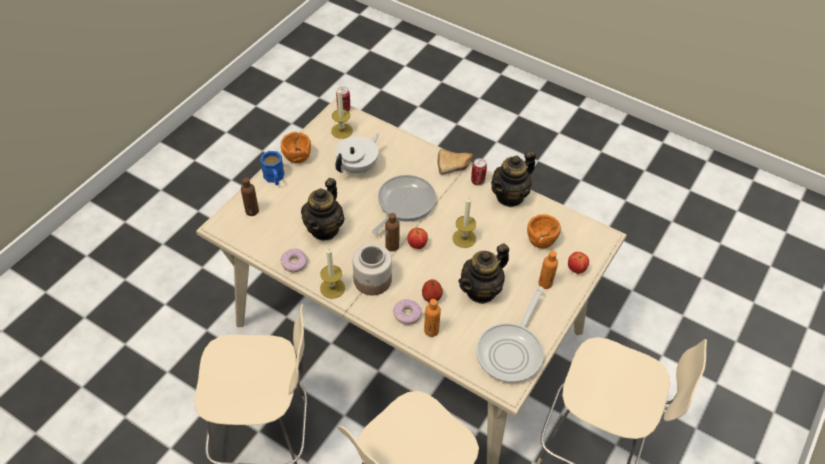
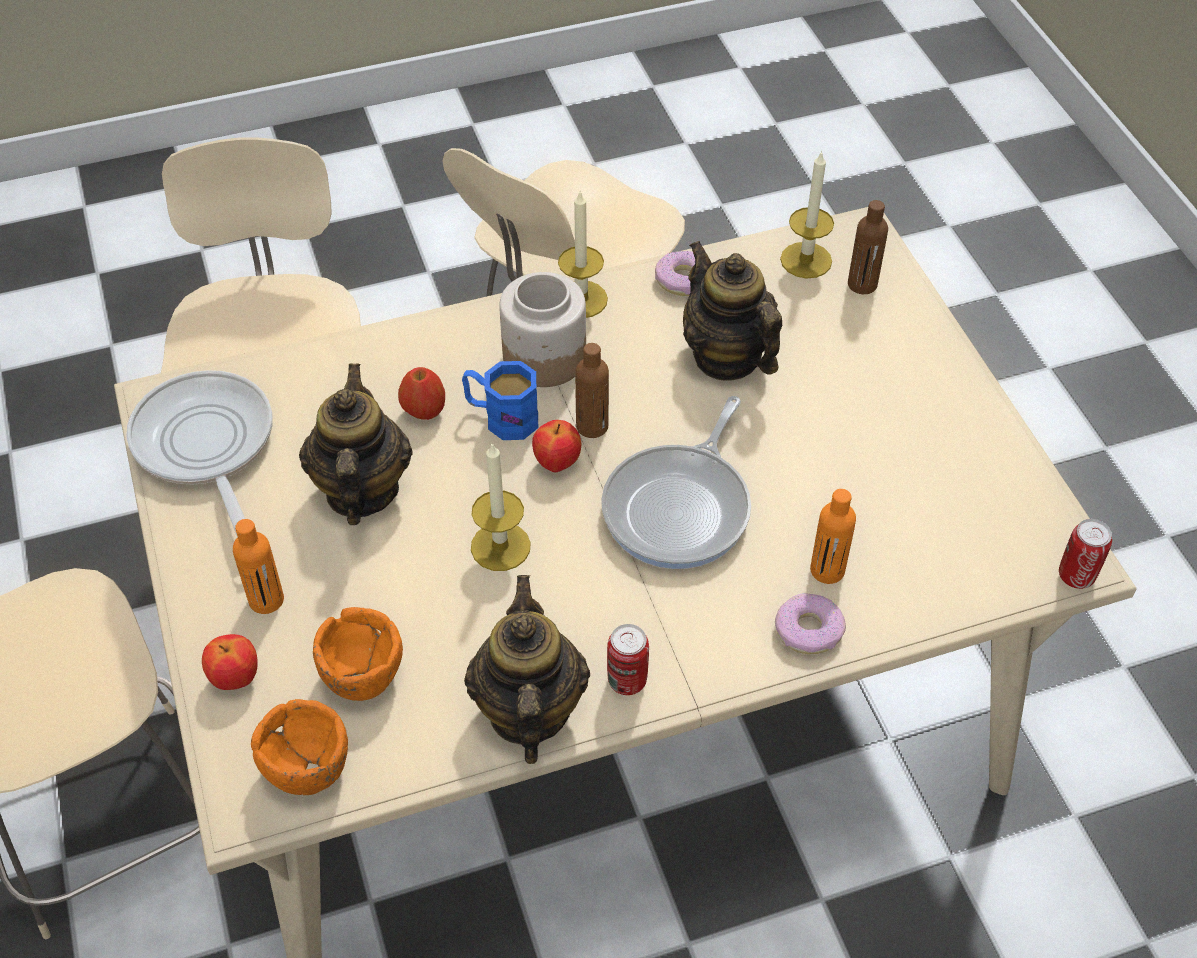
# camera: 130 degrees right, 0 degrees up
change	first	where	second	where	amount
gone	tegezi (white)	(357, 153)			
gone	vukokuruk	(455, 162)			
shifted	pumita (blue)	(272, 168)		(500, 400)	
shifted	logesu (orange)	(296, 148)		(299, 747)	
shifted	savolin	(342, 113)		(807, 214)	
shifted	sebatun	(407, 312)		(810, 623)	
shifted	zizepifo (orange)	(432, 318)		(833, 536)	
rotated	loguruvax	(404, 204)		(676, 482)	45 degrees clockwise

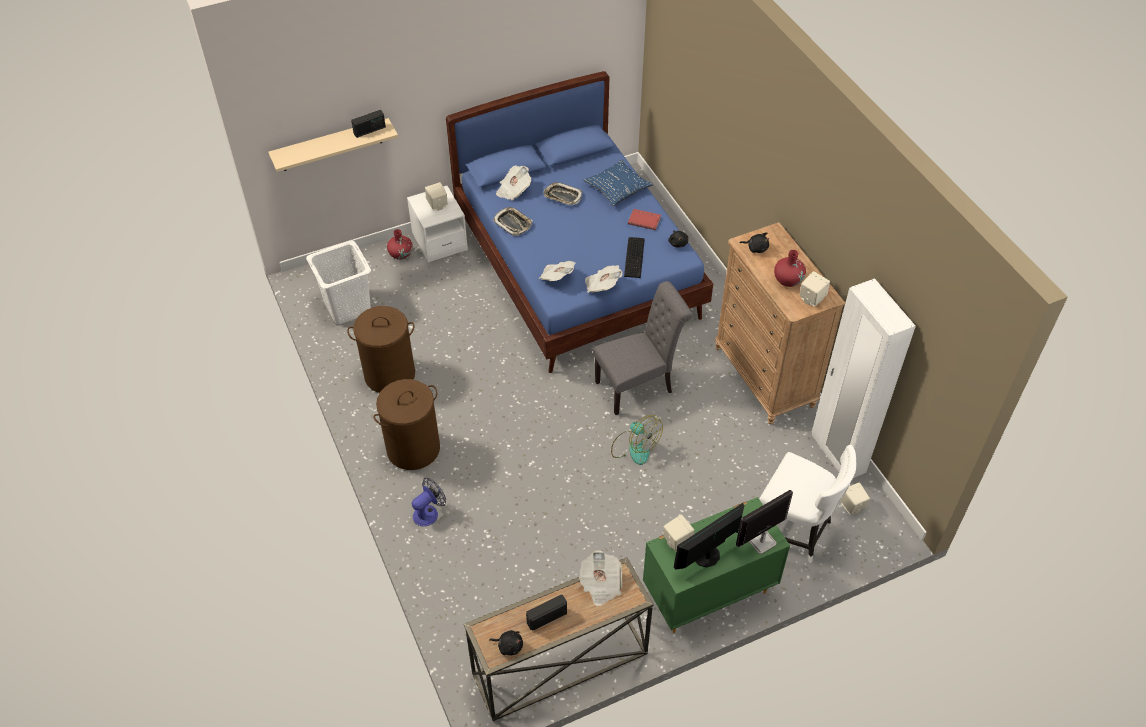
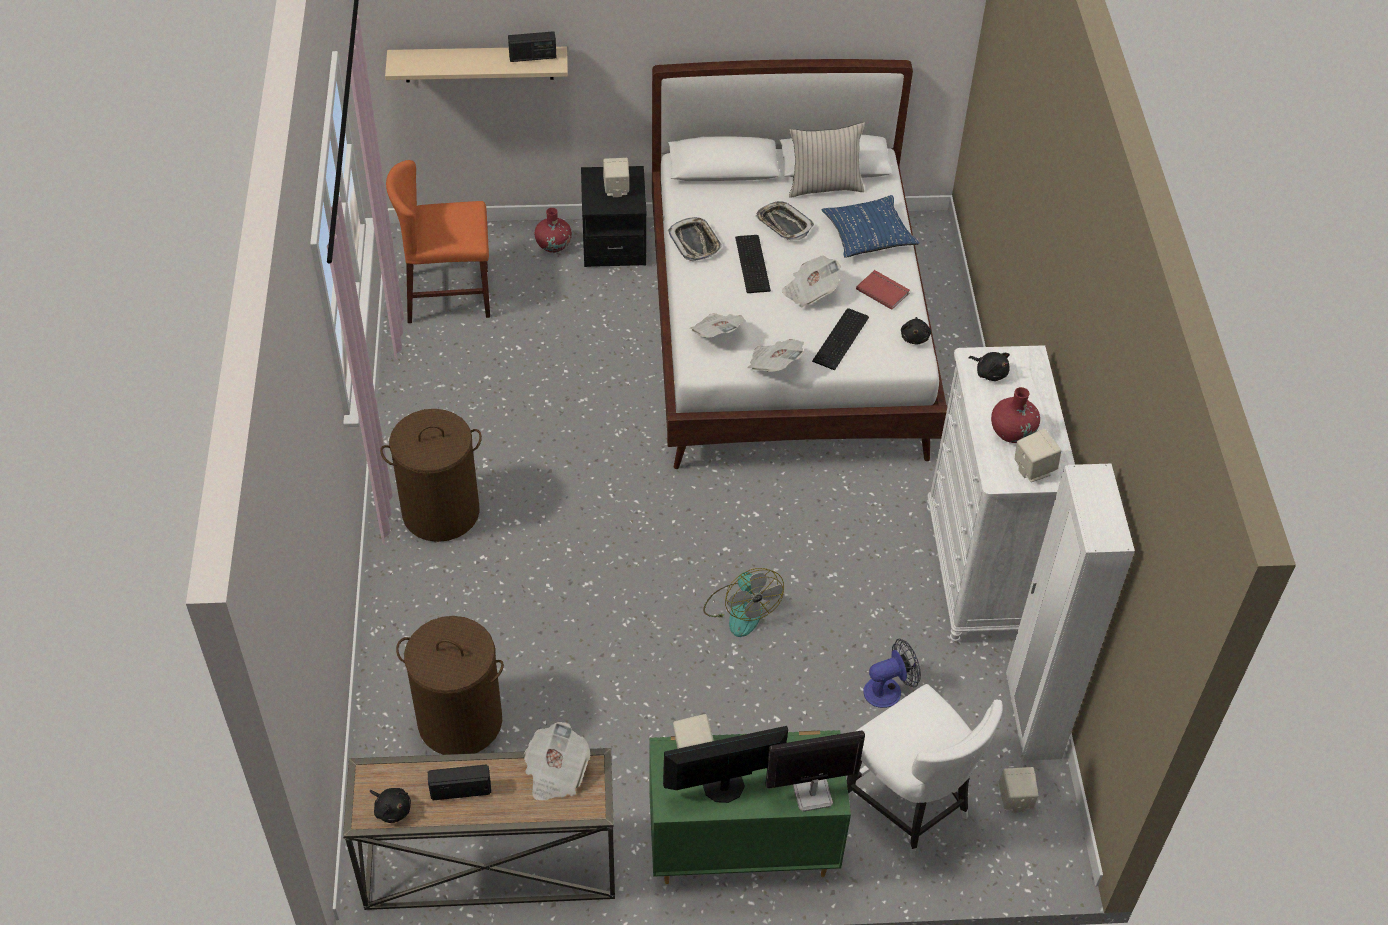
# camera: 20 degrees right, 0 degrees up
change	first	where	second	where	amount
gone	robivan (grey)	(642, 348)			
new			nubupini	(753, 264)	
new			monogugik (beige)	(827, 160)	
shifted	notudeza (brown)	(381, 349)		(450, 685)	
shifted	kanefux	(429, 502)		(892, 673)	
shifted	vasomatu	(513, 183)		(811, 281)	
swapped	notudeza (white)	(338, 282)	robivan (orange)	(438, 241)	
repainted	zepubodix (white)	(437, 224)	zepubodix (black)	(614, 216)	
repainted	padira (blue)	(579, 222)	padira (white)	(799, 264)	
repainted	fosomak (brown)	(780, 323)	fosomak (white)	(1001, 493)	

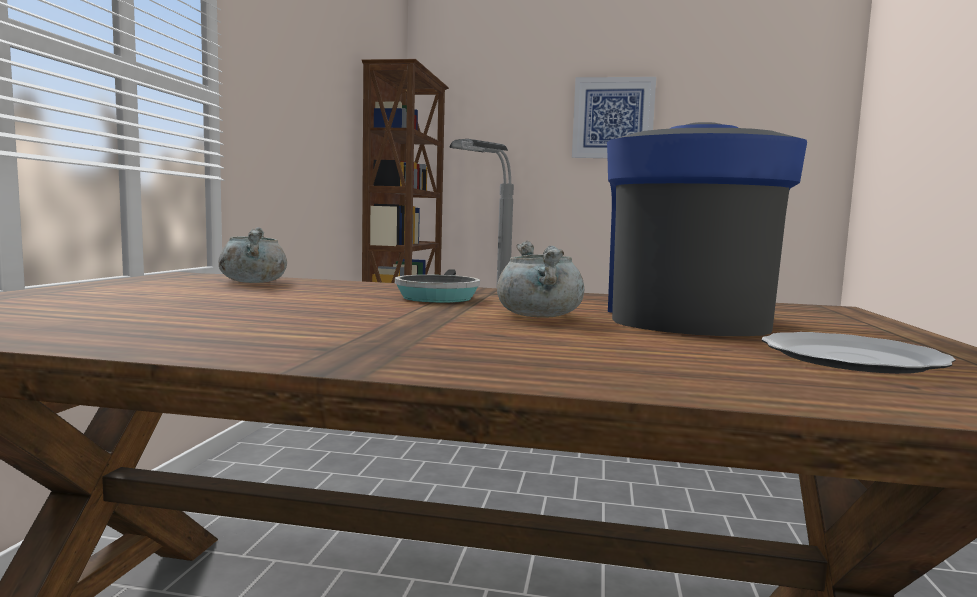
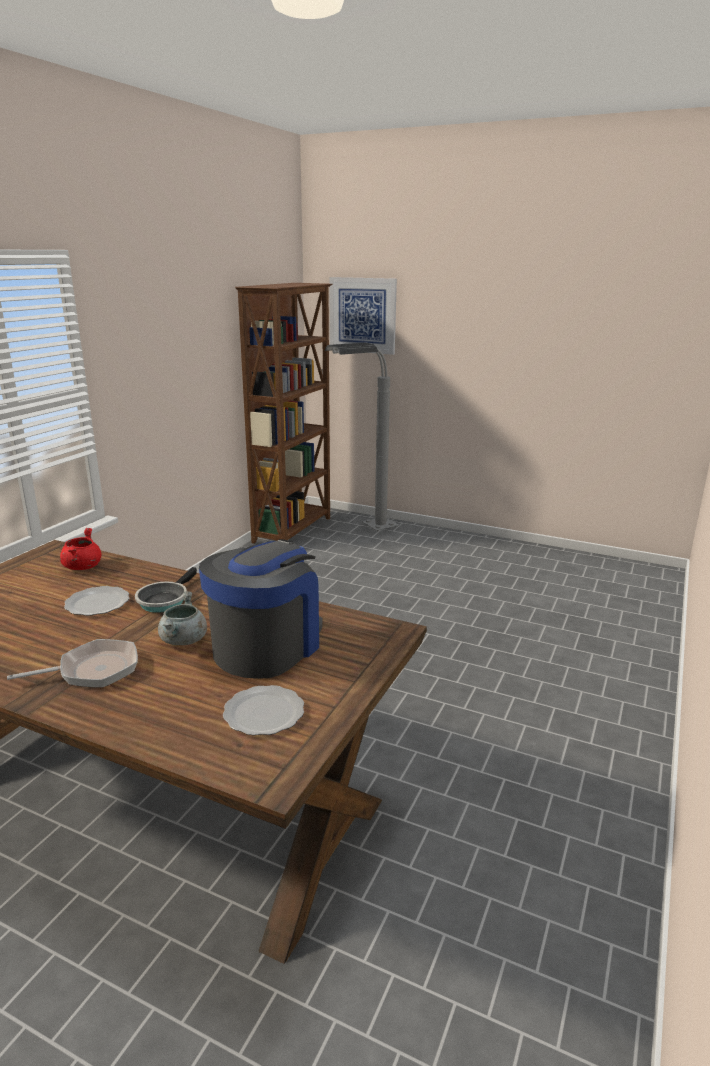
# camera: 15 degrees right, 15 degrees up
change	first	where	second	where	amount
new			loguruvax	(72, 663)	
new			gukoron	(97, 601)	
shifted	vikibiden	(614, 117)		(363, 316)	
repainted	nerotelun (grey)	(253, 255)	nerotelun (red)	(80, 549)	

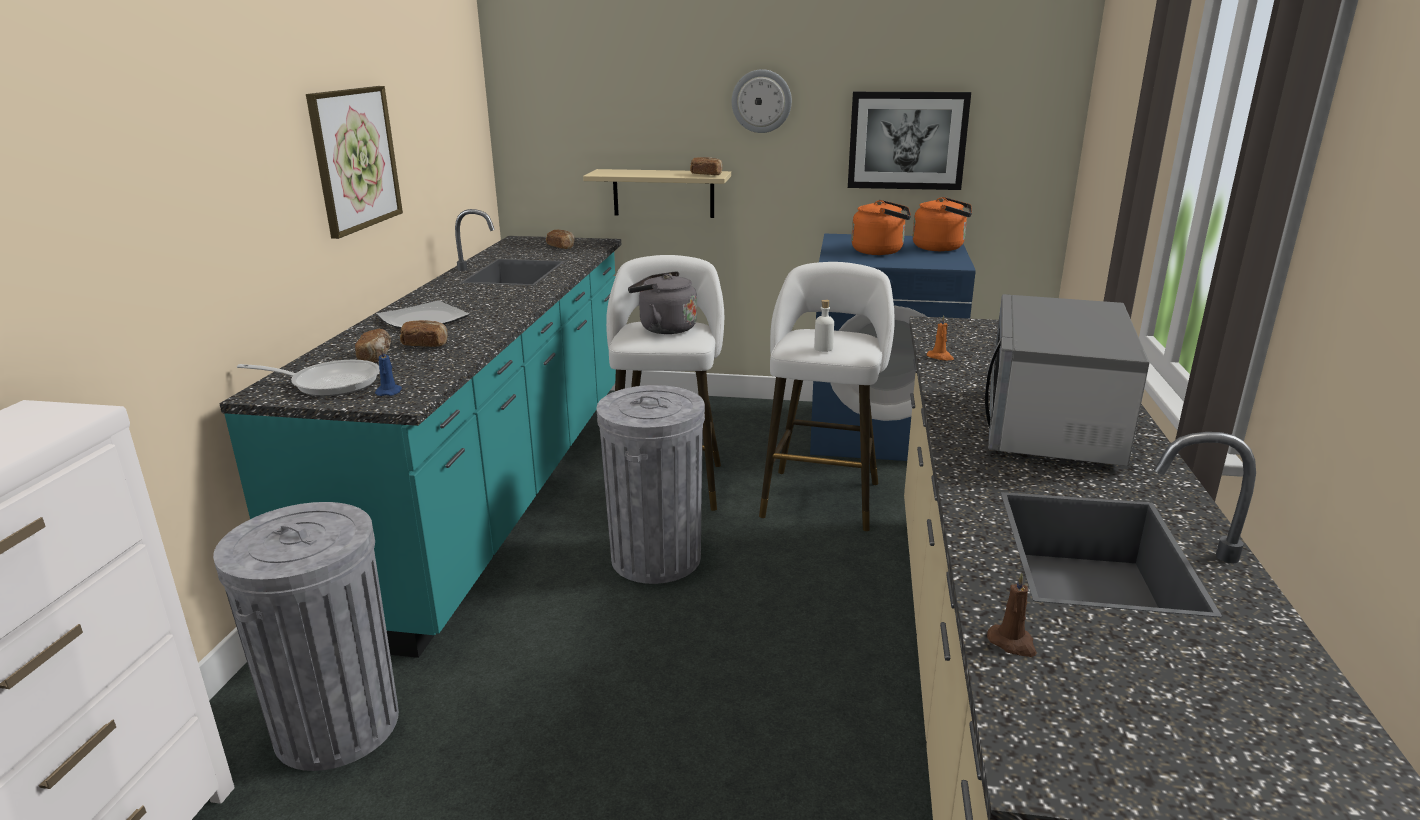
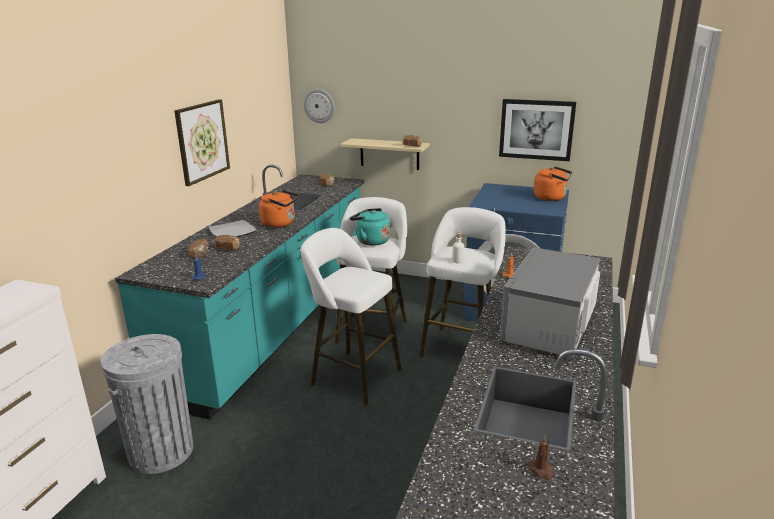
# camera: 10 degrees right, 0 degrees up
change	first	where	second	where	amount
gone	loguruvax	(308, 378)			
shifted	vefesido	(762, 101)		(319, 106)	
shifted	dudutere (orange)	(881, 227)		(279, 209)	
shifted	savolin (brown)	(1012, 615)		(540, 457)	
swapped	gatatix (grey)	(650, 484)	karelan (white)	(351, 316)	
repainted	dudutere (grey)	(662, 302)	dudutere (turquoise)	(370, 227)	

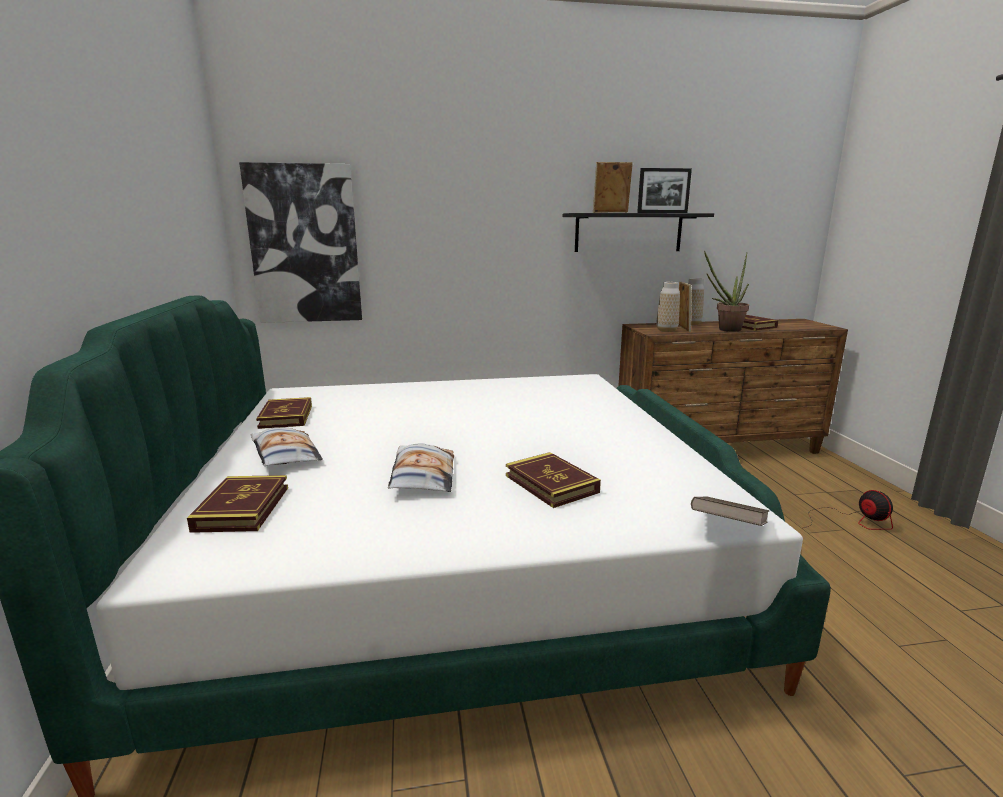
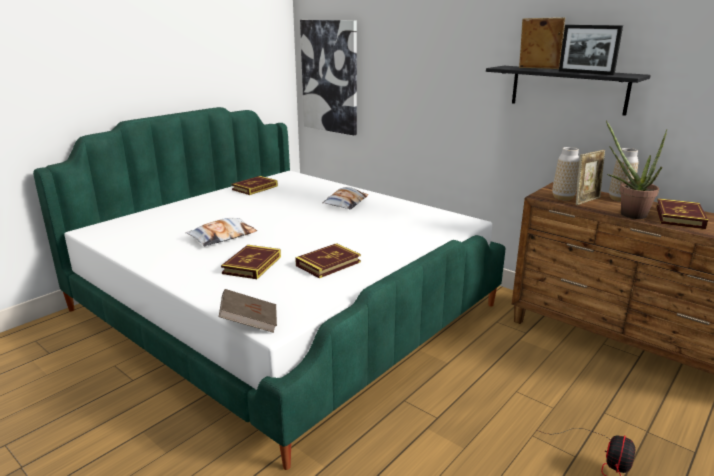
# camera: 50 degrees right, 5 degrees up
change	first	where	second	where	amount
shifted	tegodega	(237, 504)		(328, 260)	
shifted	monogugik	(287, 446)		(345, 198)	

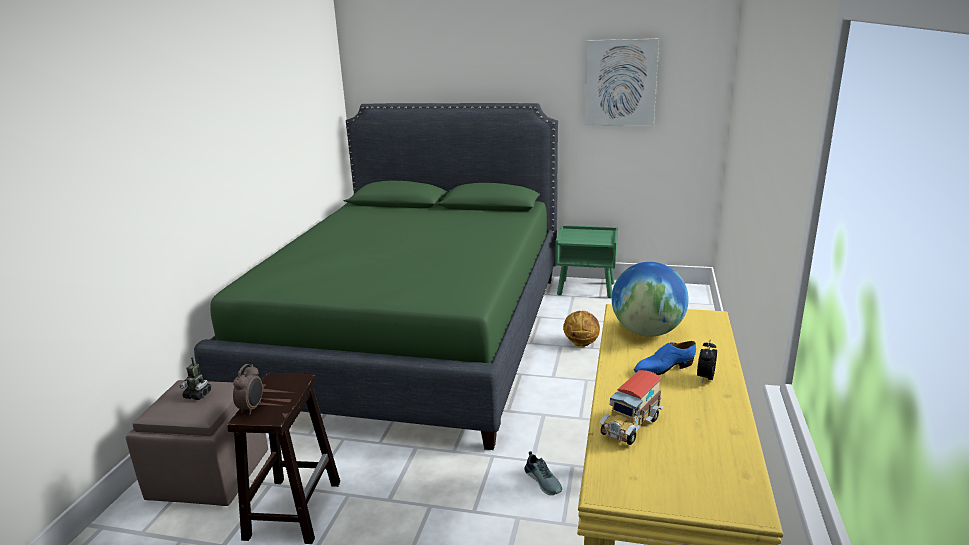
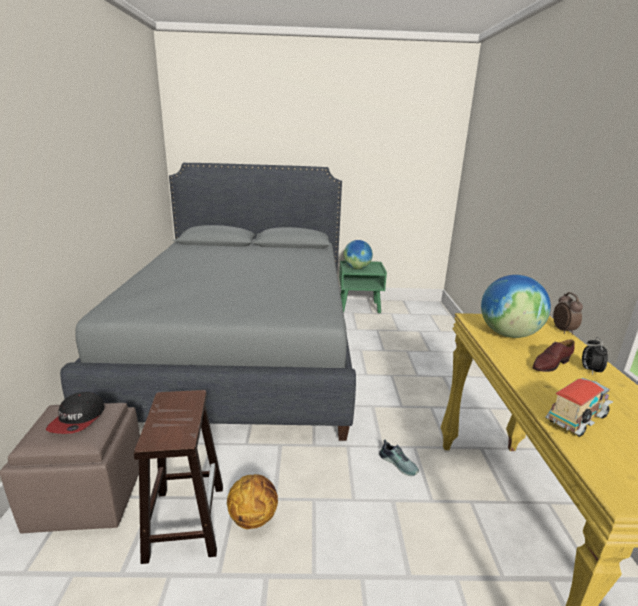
# camera: 15 degrees left, 0 degrees up
change	first	where	second	where	amount
gone	vikibiden	(622, 82)			
new			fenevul	(358, 254)	
shifted	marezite	(248, 389)		(568, 313)	
shifted	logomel	(581, 329)		(252, 501)	
swapped	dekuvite	(195, 378)	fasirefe	(75, 413)	
repainted	padira (green)	(376, 276)	padira (grey)	(208, 302)	
repainted	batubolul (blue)	(665, 358)	batubolul (brown)	(553, 355)	
rotated	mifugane	(631, 407)		(579, 407)	150 degrees counterclockwise

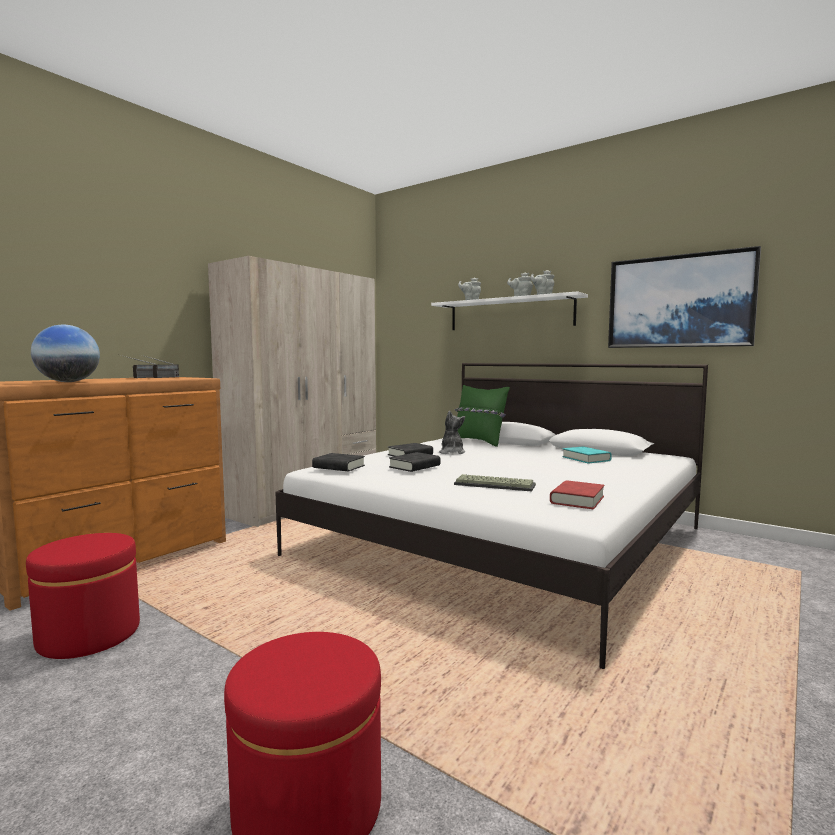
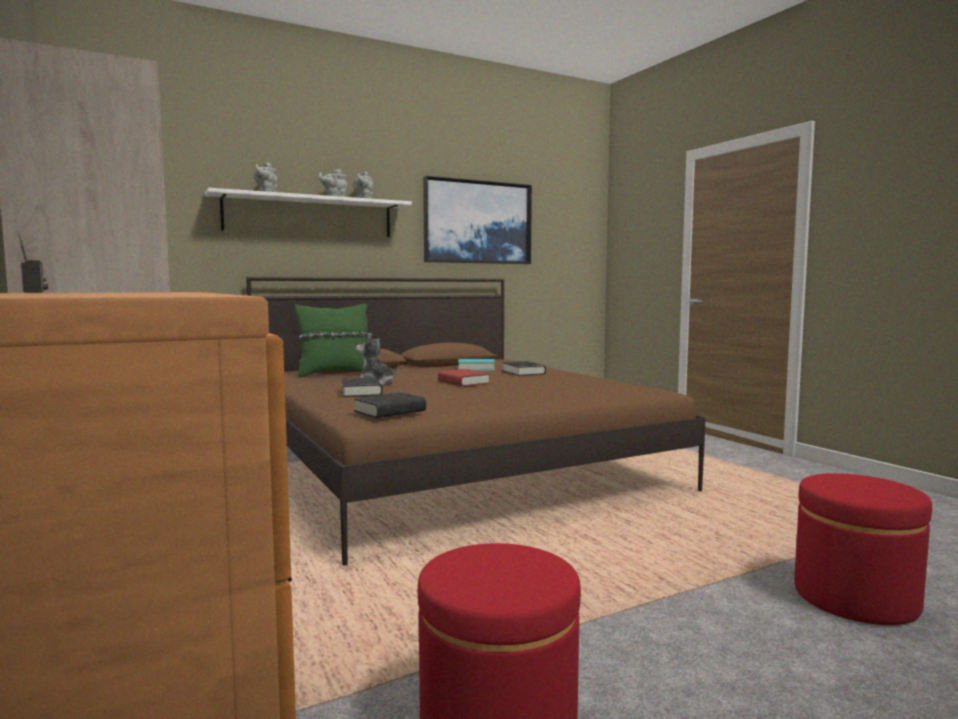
# camera: 65 degrees left, 0 degrees up
change	first	where	second	where	amount
gone	fenevul	(65, 353)			
gone	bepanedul	(160, 366)			
gone	nubupini	(495, 482)			
shifted	tegodega (black)	(415, 462)		(524, 368)	
shifted	tegodega (red)	(577, 494)		(464, 378)	
repainted	padira (white)	(492, 516)	padira (brown)	(475, 421)	

